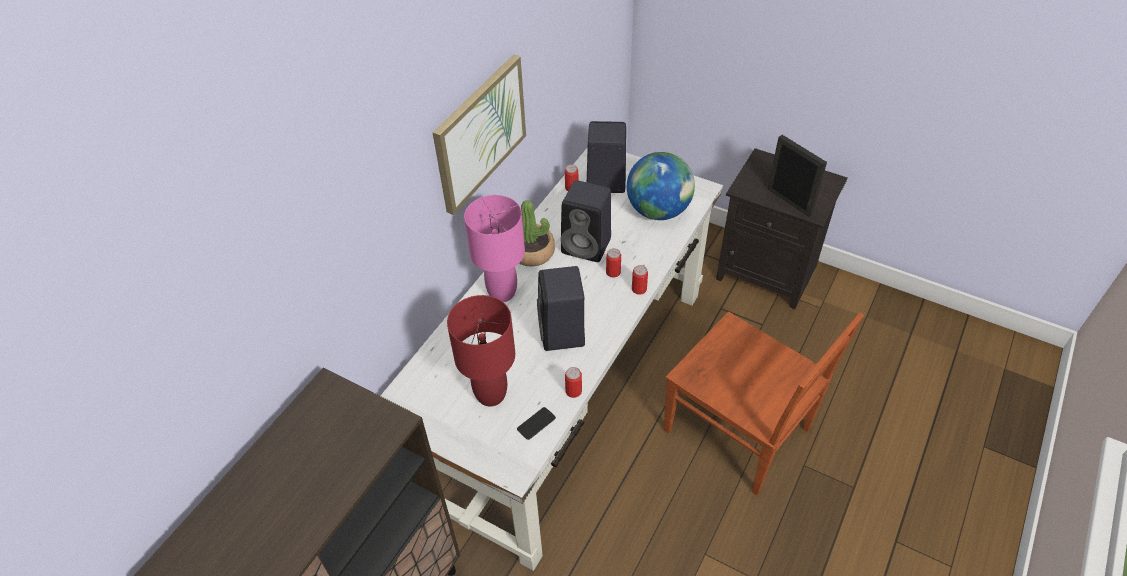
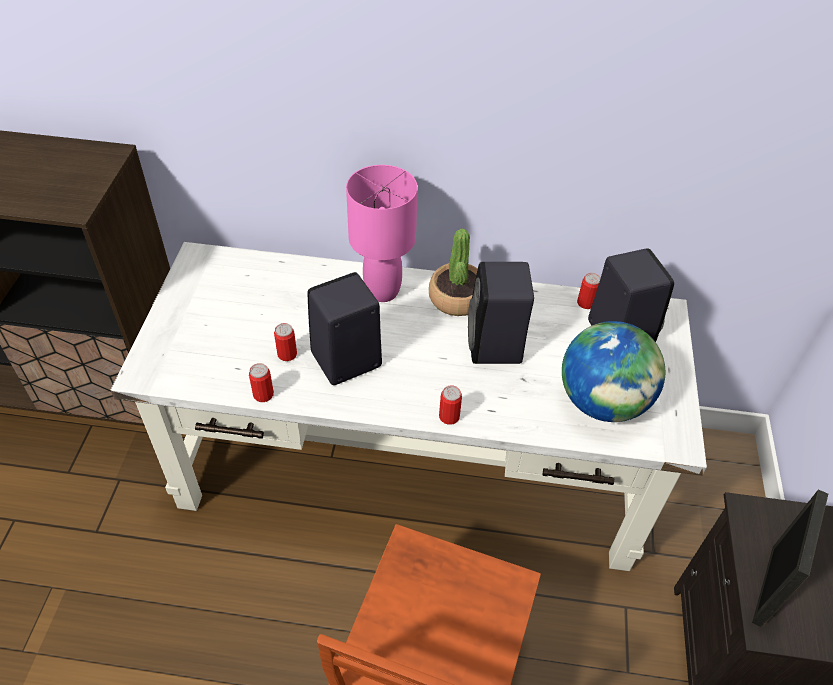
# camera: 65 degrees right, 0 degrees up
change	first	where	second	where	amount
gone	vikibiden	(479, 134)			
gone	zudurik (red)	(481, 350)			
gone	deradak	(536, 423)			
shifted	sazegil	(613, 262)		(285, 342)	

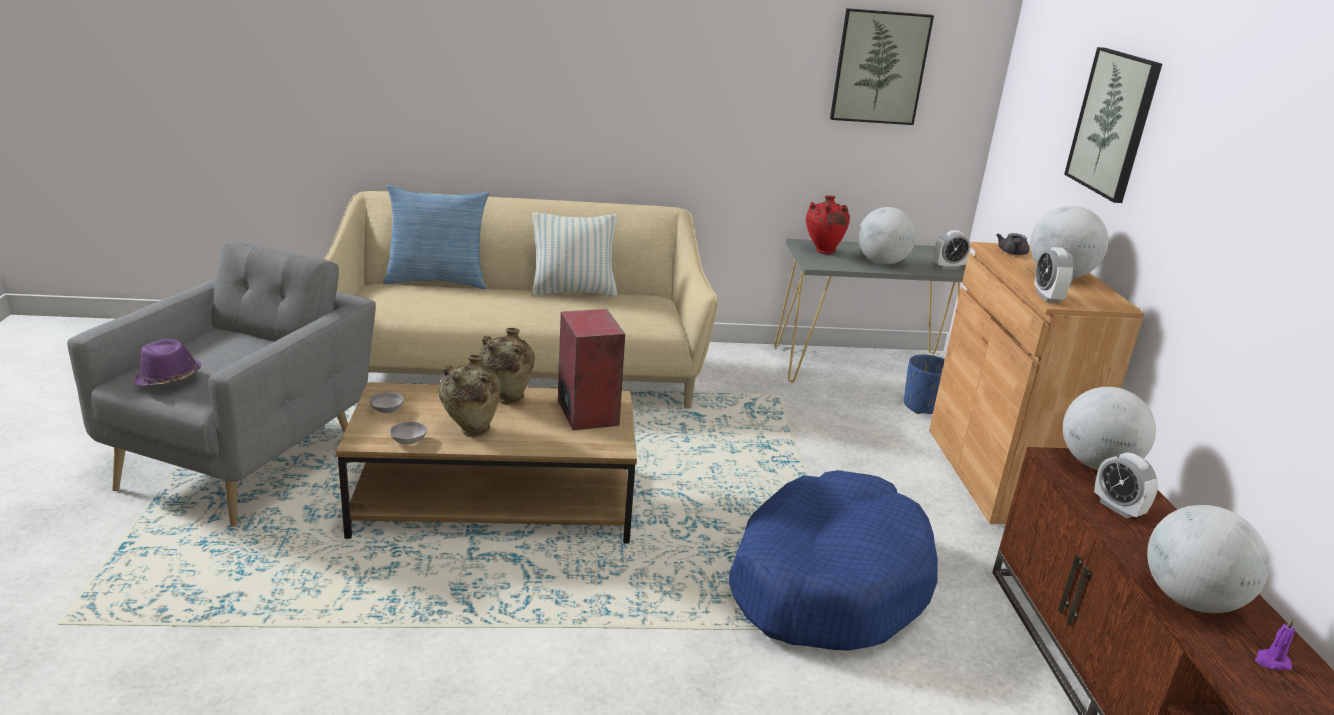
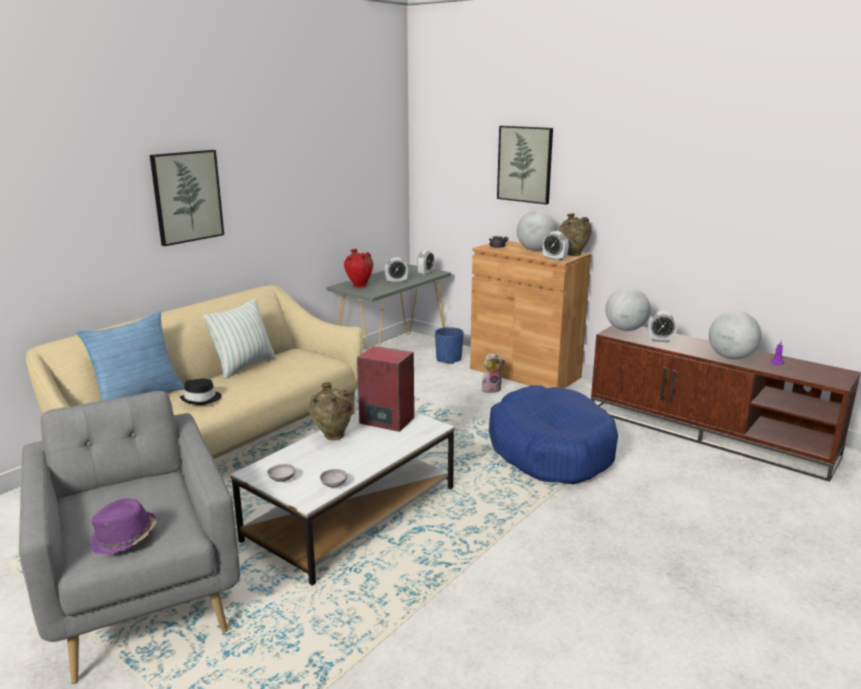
# camera: 45 degrees left, 5 degrees down
change	first	where	second	where	amount
new			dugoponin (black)	(200, 392)	
new			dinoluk	(493, 373)	
shifted	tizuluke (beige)	(469, 396)		(575, 234)	
shifted	vikibiden	(882, 66)		(187, 198)	
swapped	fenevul	(887, 236)	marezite	(396, 270)	
repainted	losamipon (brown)	(486, 462)	losamipon (white)	(342, 499)	

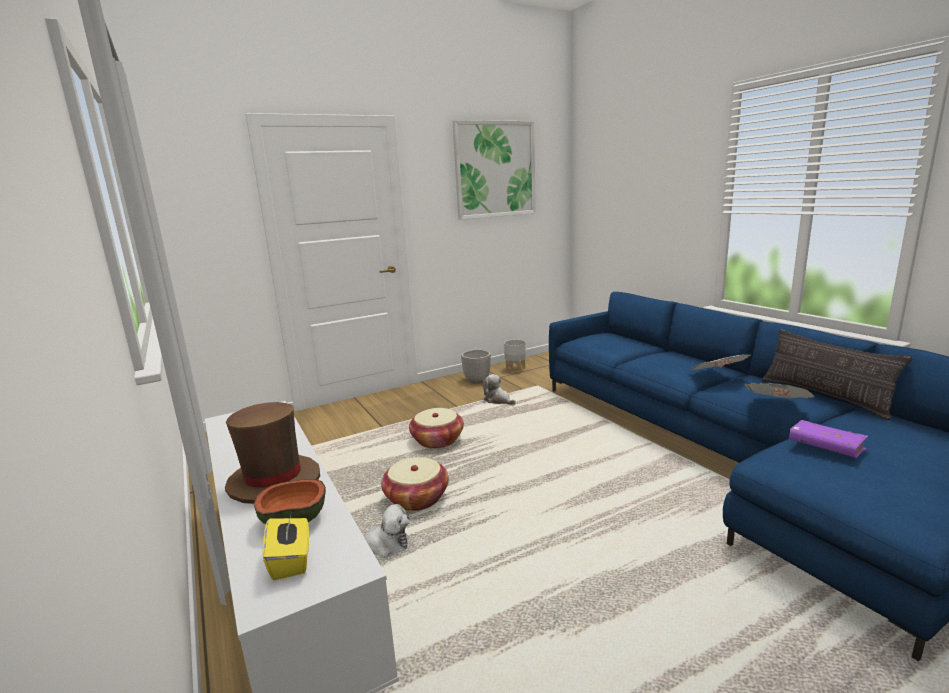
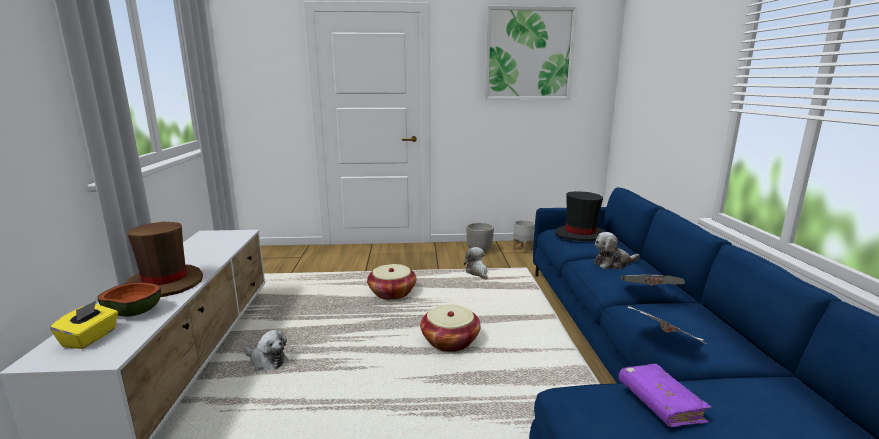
# camera: 25 degrees right, 0 degrees up
change	first	where	second	where	amount
gone	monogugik	(837, 374)			
new			dugoponin (black)	(580, 216)	
new			dinoluk	(616, 250)	
shifted	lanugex	(415, 484)		(450, 328)	

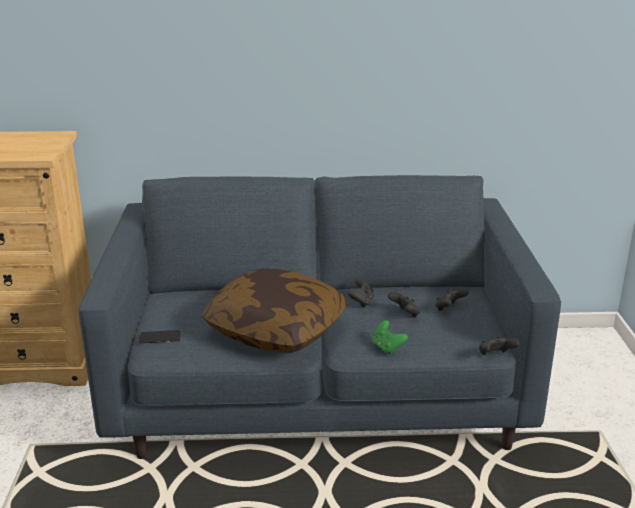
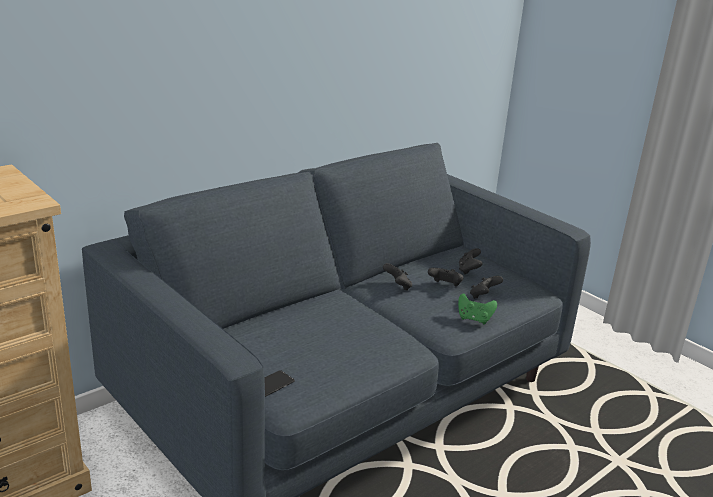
# camera: 40 degrees left, 0 degrees up
change	first	where	second	where	amount
gone	monogugik	(274, 310)			
shifted	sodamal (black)	(499, 345)		(486, 287)	

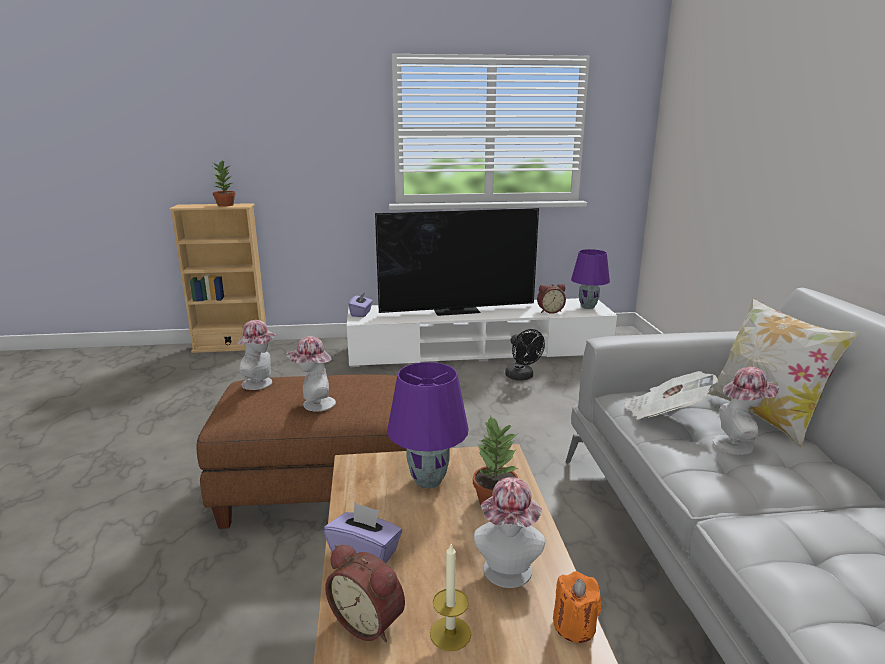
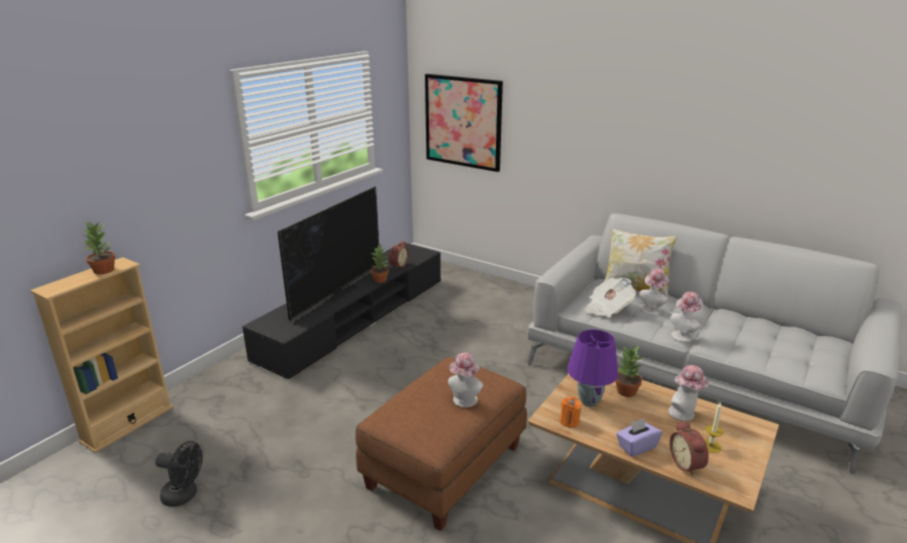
# camera: 50 degrees left, 5 degrees up
change	first	where	second	where	amount
gone	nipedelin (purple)	(360, 304)			
gone	zudurik (purple)	(590, 279)			
new			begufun	(380, 263)	
new			vikibiden	(464, 123)	
shifted	dugoponin	(257, 355)		(686, 317)	
shifted	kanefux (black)	(525, 355)		(179, 474)	
shifted	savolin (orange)	(577, 607)		(571, 412)	
repainted	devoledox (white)	(482, 332)	devoledox (black)	(341, 311)	
rotated	marezite	(365, 593)		(689, 448)	90 degrees clockwise

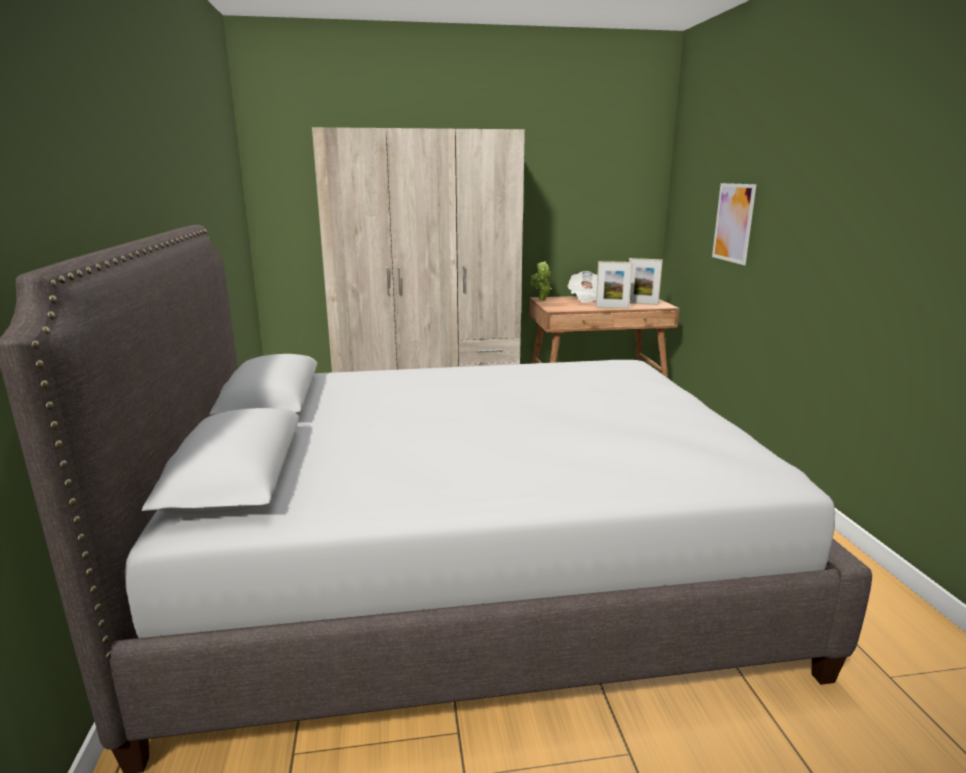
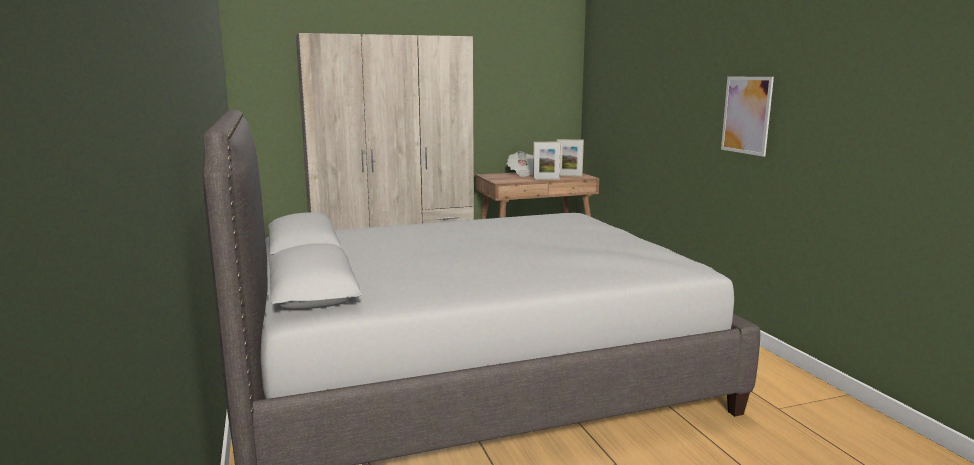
# camera: 10 degrees left, 5 degrees down
change	first	where	second	where	amount
gone	begufun	(541, 281)			
shifted	vikibiden	(734, 224)		(747, 117)	

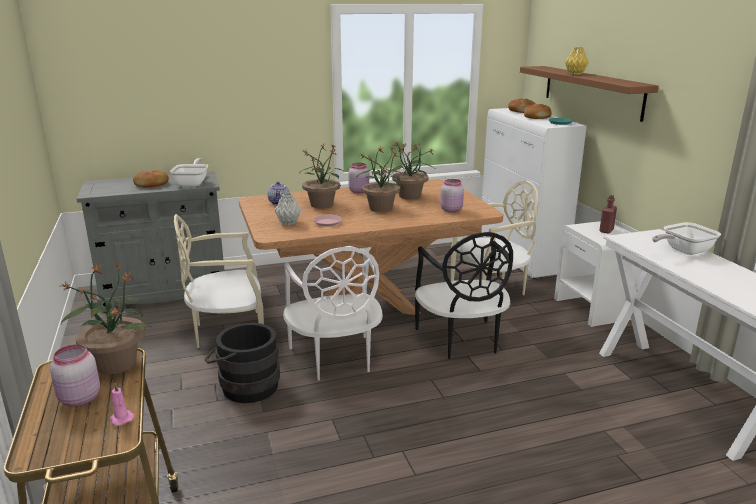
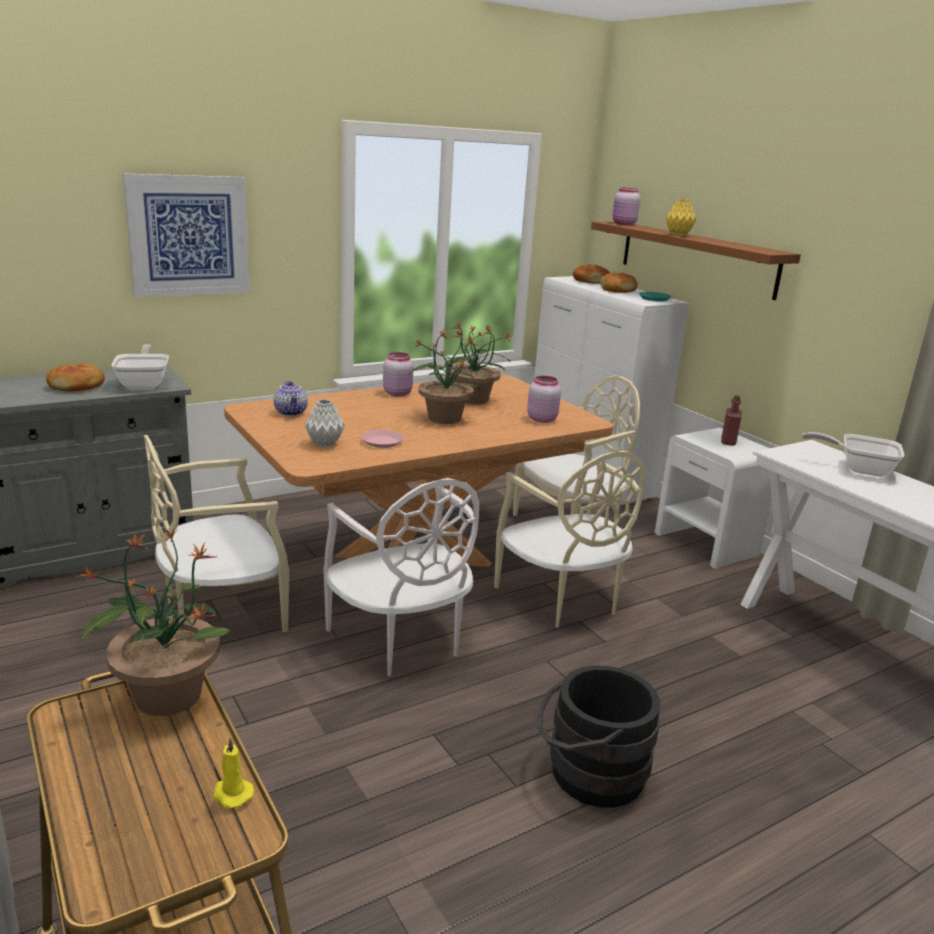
# camera: 15 degrees left, 0 degrees up
change	first	where	second	where	amount
gone	begufun	(322, 175)			
new			vikibiden	(186, 235)	
shifted	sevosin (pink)	(75, 375)		(626, 206)	
shifted	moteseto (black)	(242, 363)		(598, 736)	
repainted	savolin (pink)	(122, 404)	savolin (yellow)	(233, 773)	
repainted	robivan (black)	(464, 295)	robivan (beige)	(569, 539)	
rotated	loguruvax	(686, 238)		(853, 454)	60 degrees clockwise

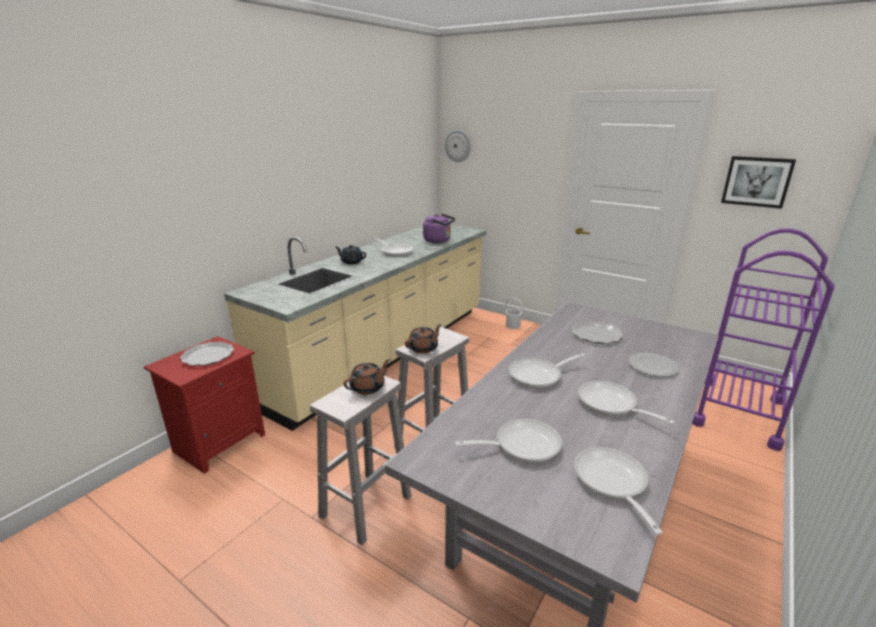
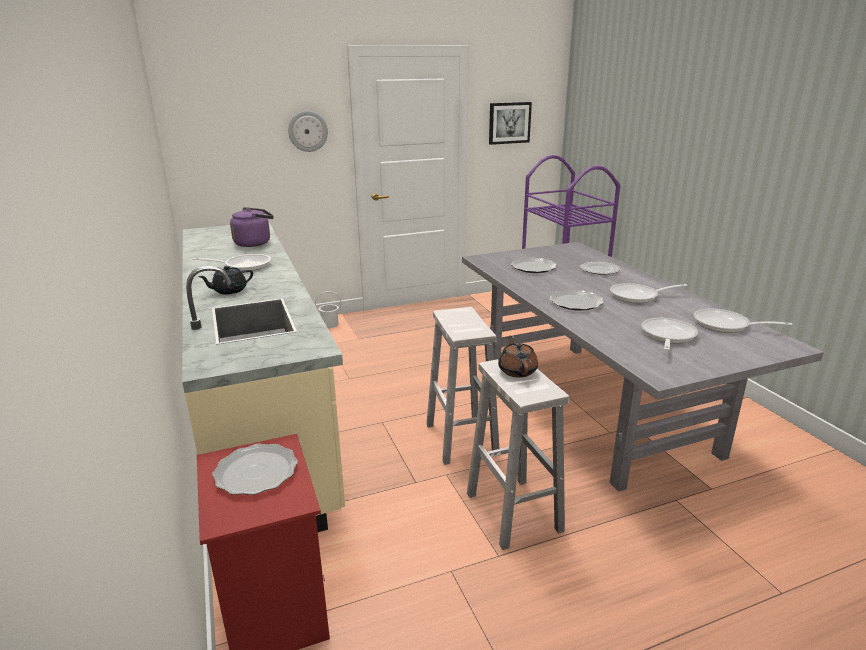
# camera: 55 degrees left, 0 degrees up
change	first	where	second	where	amount
gone	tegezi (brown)	(423, 338)			
shifted	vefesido	(458, 146)		(308, 131)	
swapped	loguruvax	(547, 370)	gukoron	(577, 300)	

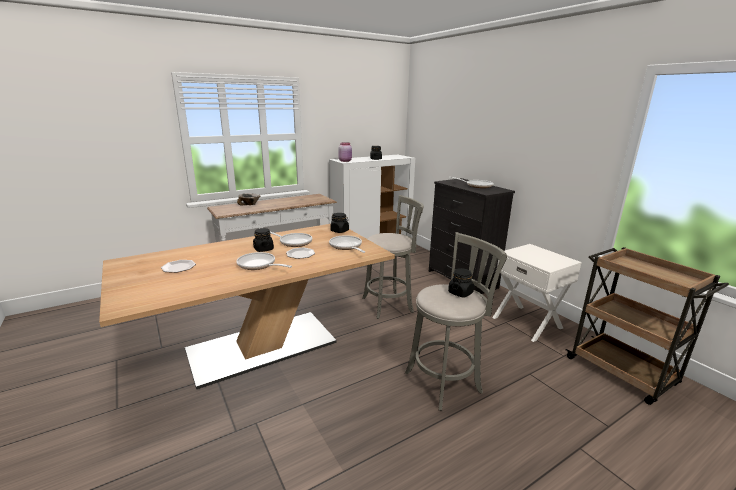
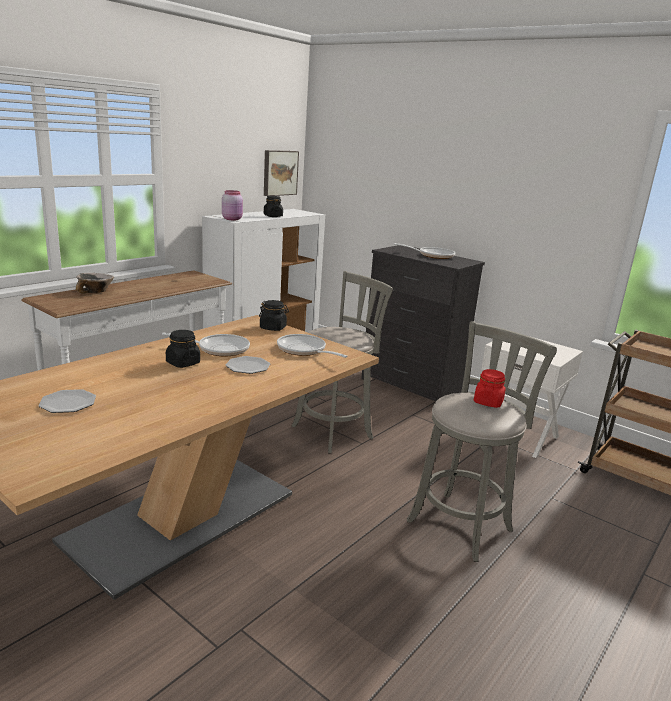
# camera: 20 degrees left, 0 degrees up
change	first	where	second	where	amount
gone	loguruvax	(264, 261)			
new			vikibiden	(281, 173)	
repainted	sevosin (black)	(461, 282)	sevosin (red)	(490, 388)	

